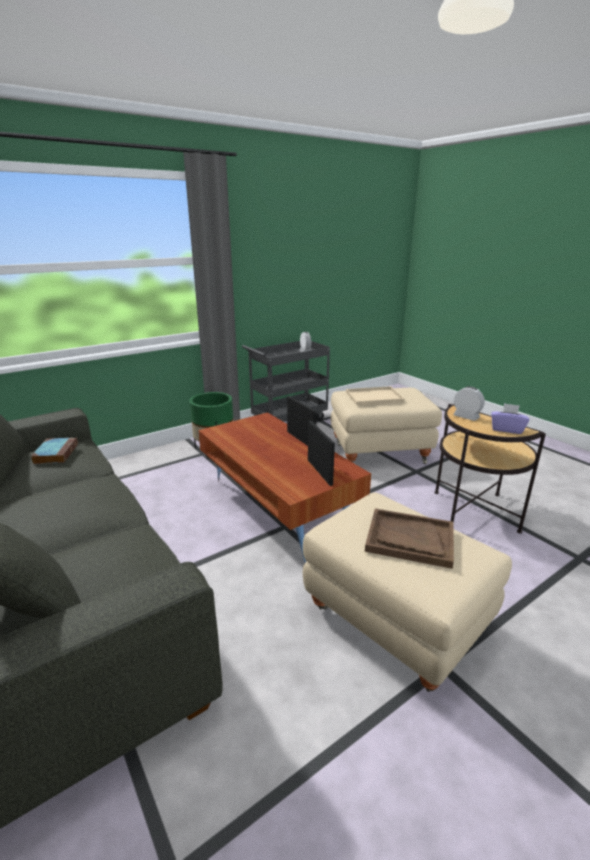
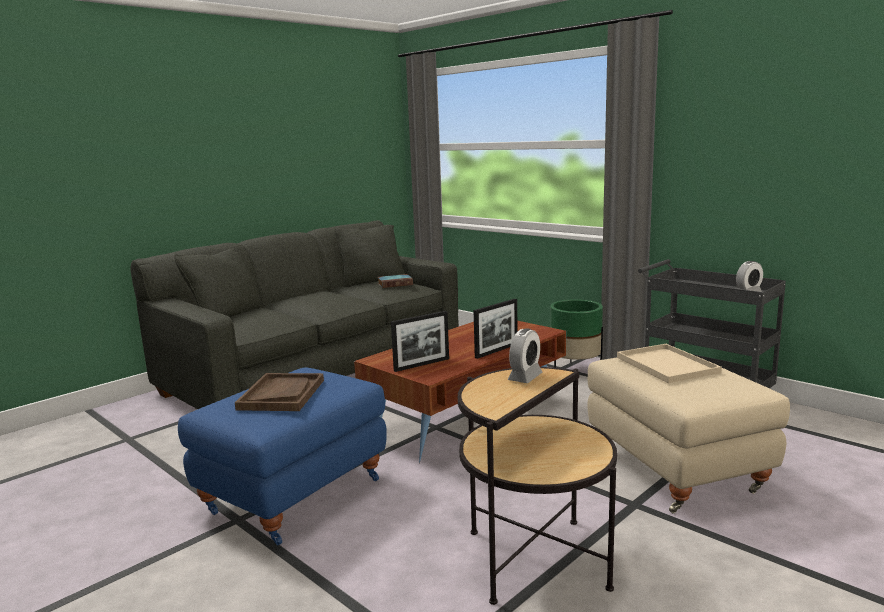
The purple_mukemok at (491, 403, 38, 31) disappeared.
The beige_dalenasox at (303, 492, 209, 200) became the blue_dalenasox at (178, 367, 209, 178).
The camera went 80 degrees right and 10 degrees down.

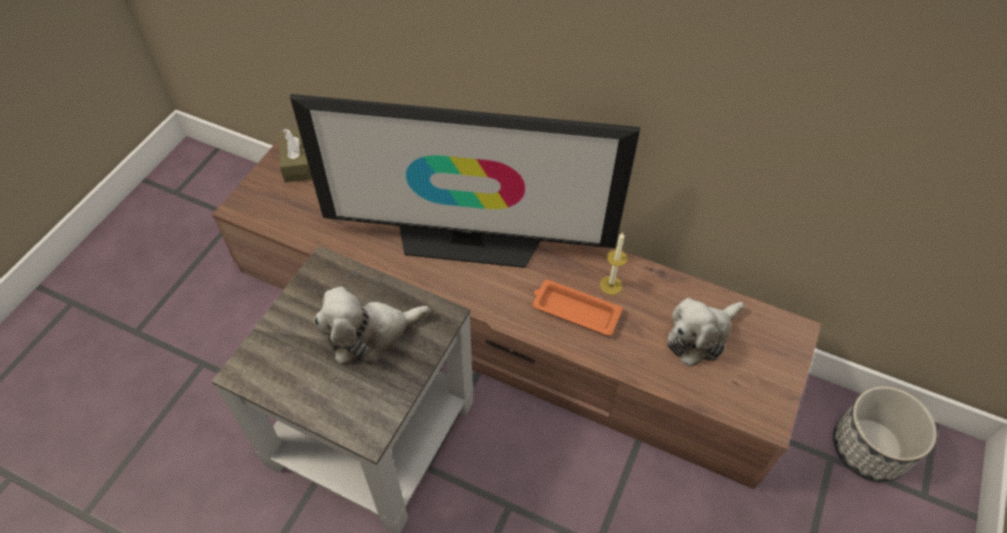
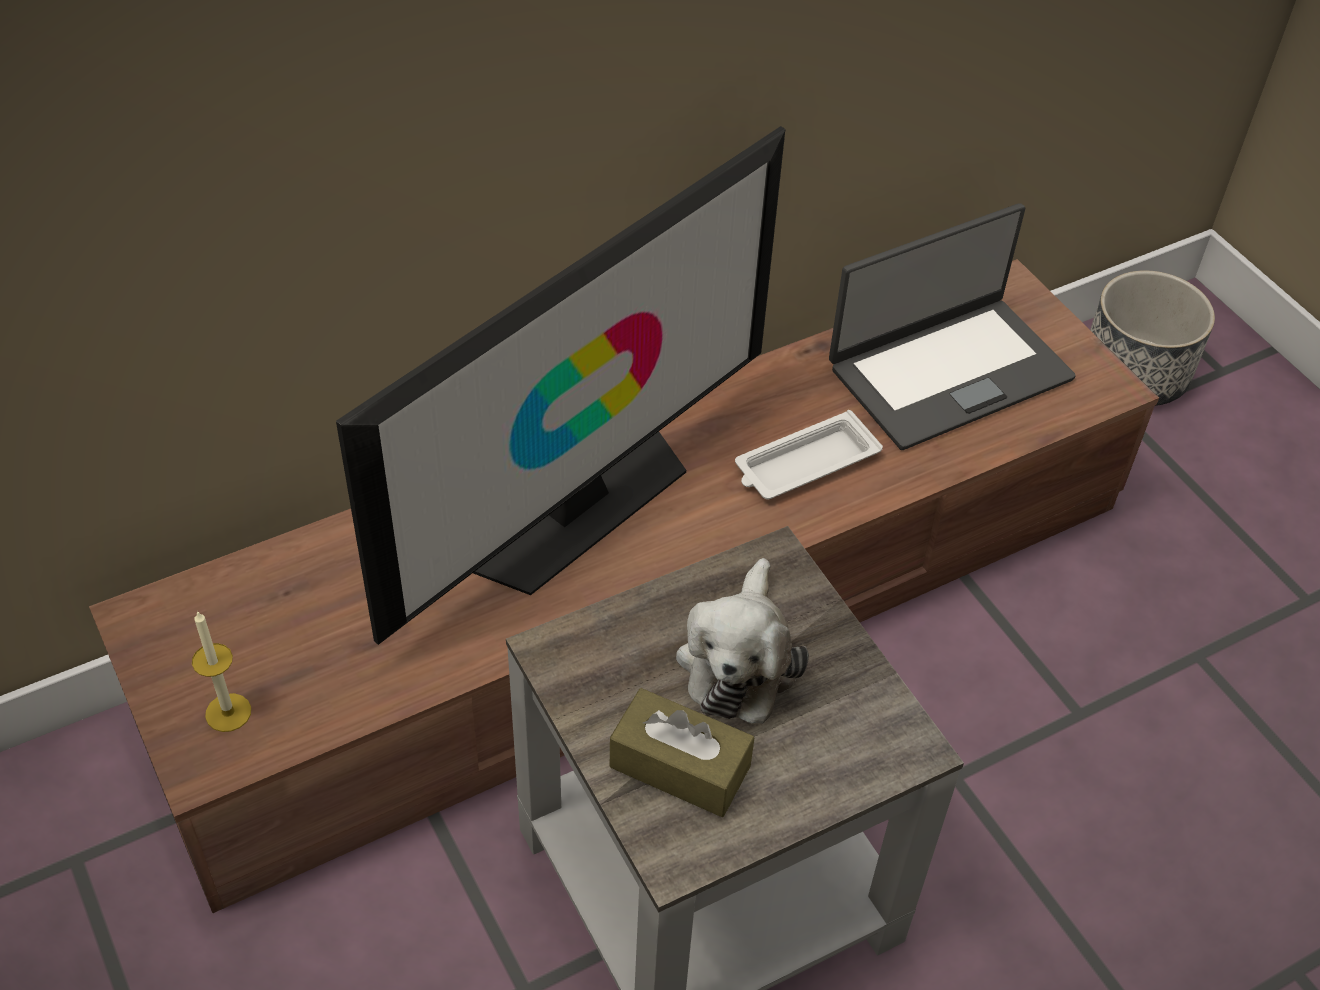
The brown_mukemok moved from (279, 129, 33, 54) to (610, 688, 144, 129).
The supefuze moved from (600, 232, 27, 63) to (192, 611, 59, 121).
The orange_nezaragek at (532, 280, 90, 56) became the white_nezaragek at (735, 410, 148, 90).
The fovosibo at (667, 298, 77, 69) was replaced by the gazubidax at (829, 203, 246, 247).
The camera went 55 degrees left and 5 degrees down.

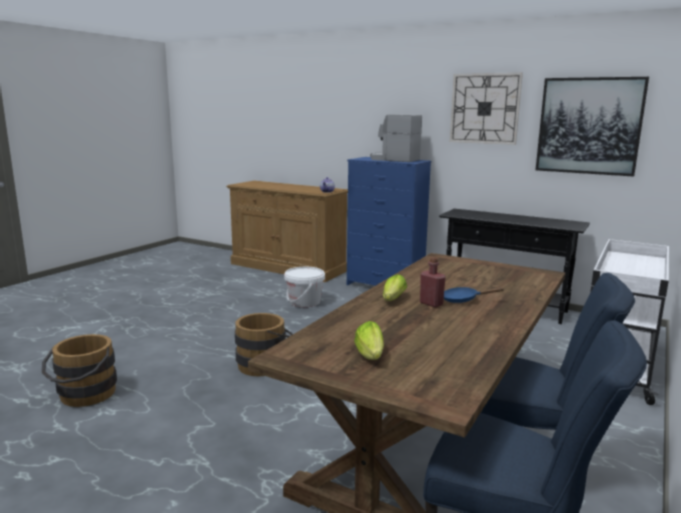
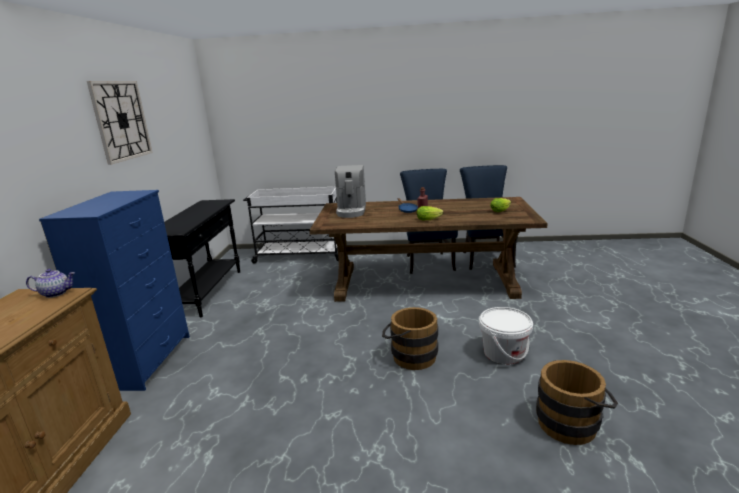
The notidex at (536, 77, 113, 100) disappeared.
The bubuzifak moved from (370, 114, 52, 48) to (335, 165, 31, 53).
The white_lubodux moved from (284, 267, 41, 40) to (479, 307, 54, 57).
The camera went 115 degrees left and 5 degrees up.

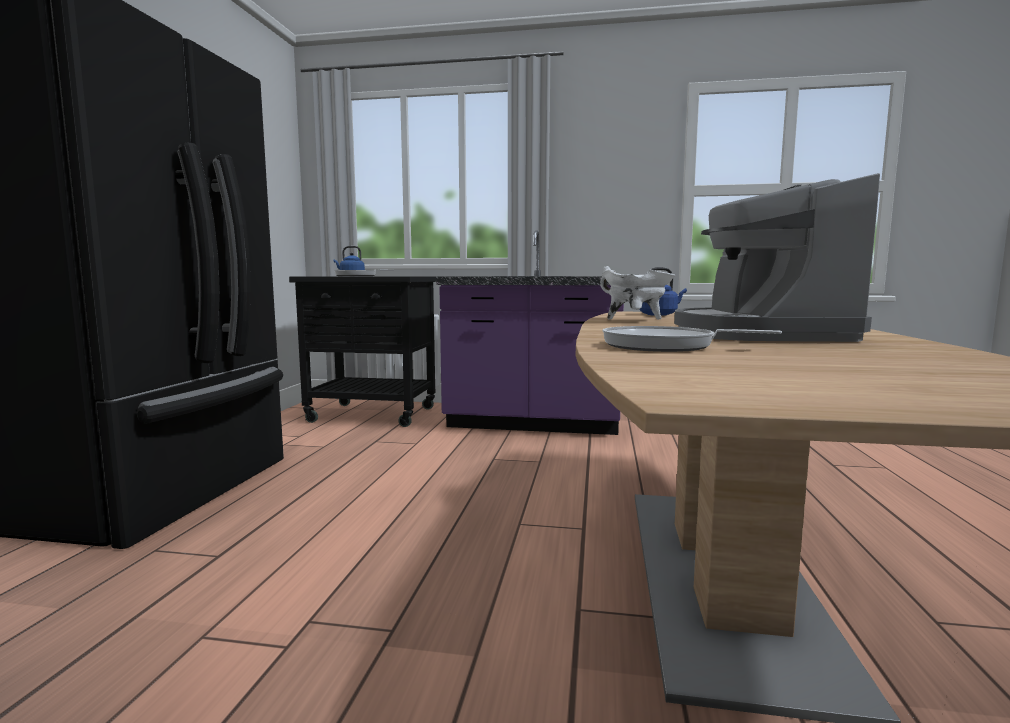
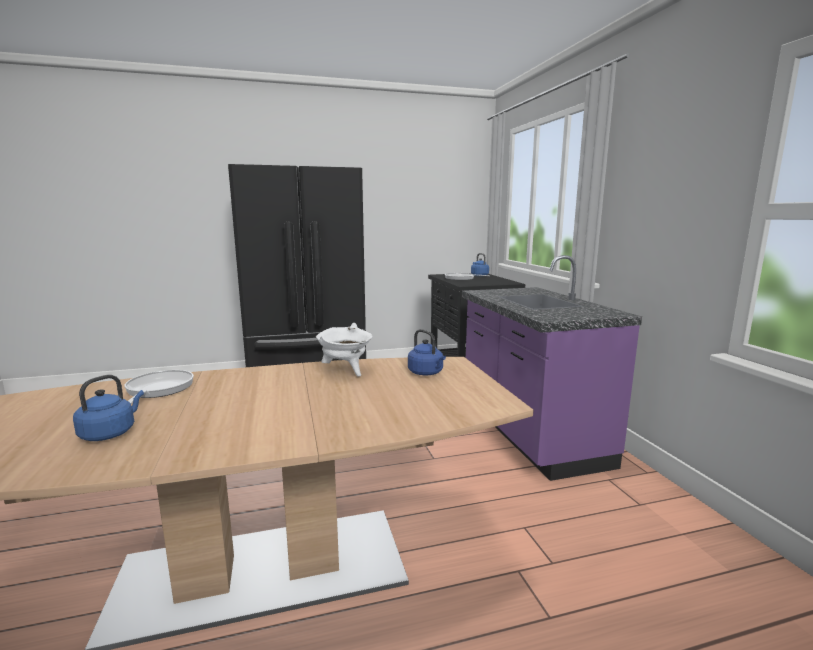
The bubuzifak at (674, 173, 206, 169) disappeared.
The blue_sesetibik at (73, 375, 71, 66) appeared.
The camera went 65 degrees right and 5 degrees up.

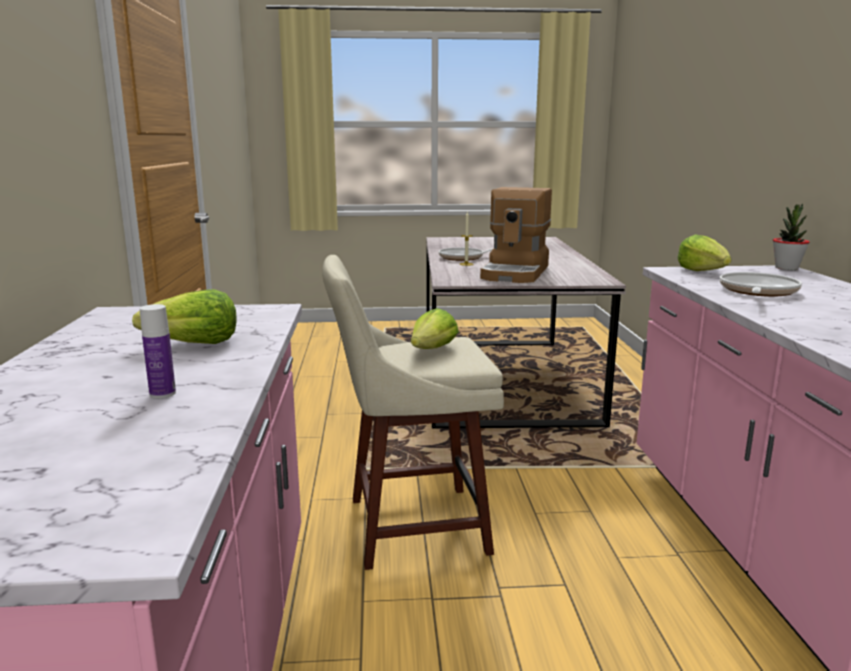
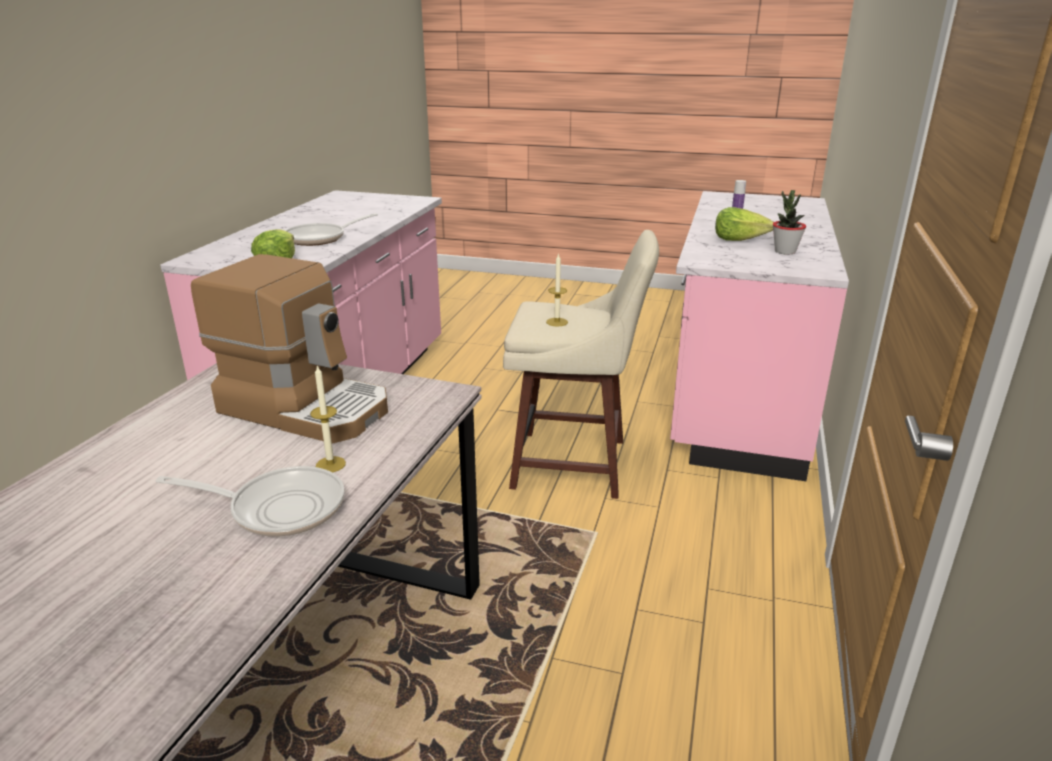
The bubuzifak at (480, 187, 72, 96) turned 75 degrees clockwise.
The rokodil moved from (773, 203, 37, 67) to (773, 190, 33, 65).
The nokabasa at (411, 308, 48, 41) was replaced by the supefuze at (546, 253, 22, 73).
The camera went 160 degrees left and 10 degrees up.

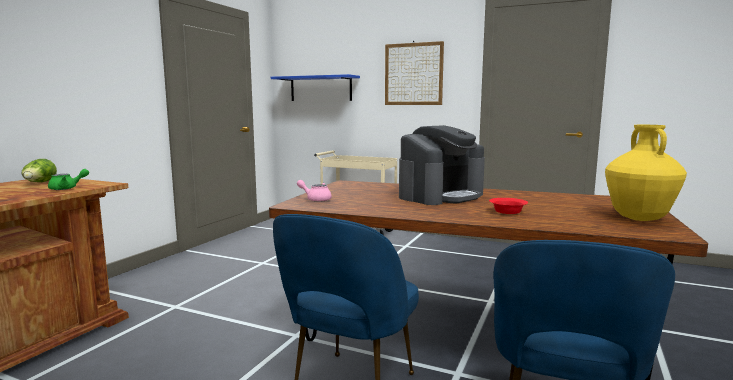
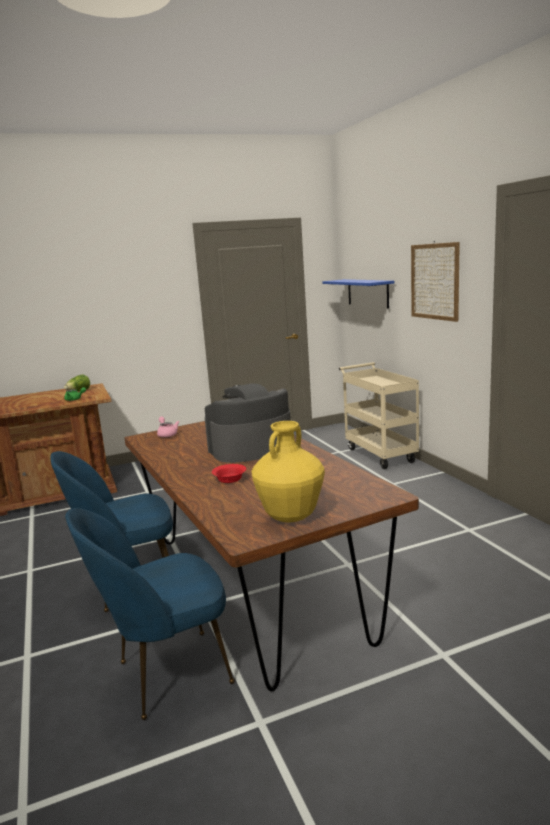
The bubuzifak at (399, 125, 86, 80) turned 150 degrees clockwise.
The camera went 45 degrees right and 5 degrees up.

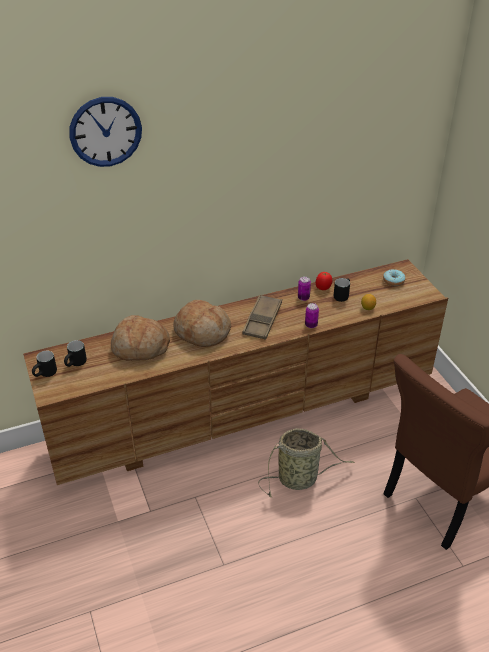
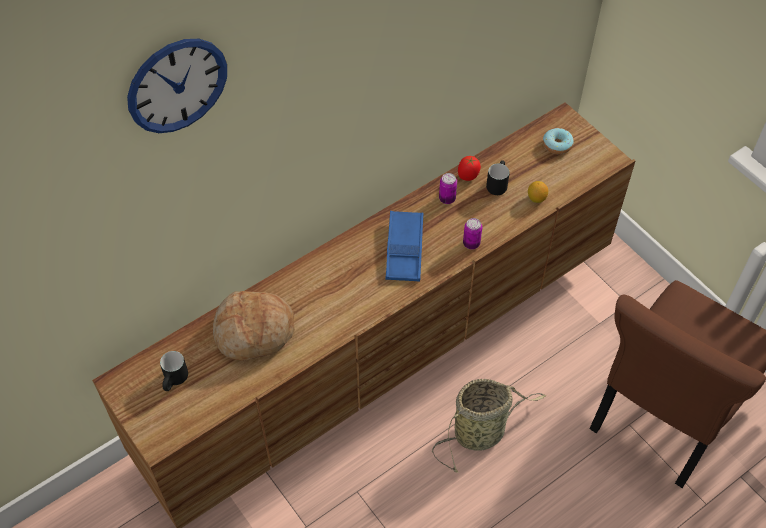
The brown_nezaragek at (242, 295, 40, 45) became the blue_nezaragek at (385, 211, 39, 71).
The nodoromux at (173, 300, 58, 47) disappeared.
The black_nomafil at (32, 351, 25, 26) disappeared.
The camera went 15 degrees left and 15 degrees up.

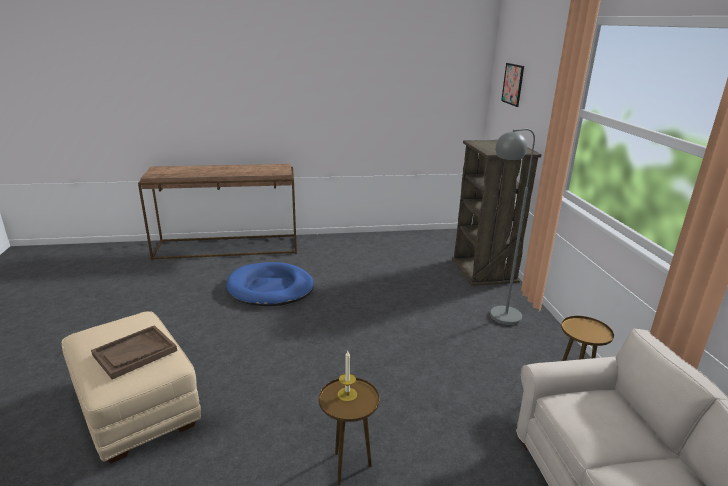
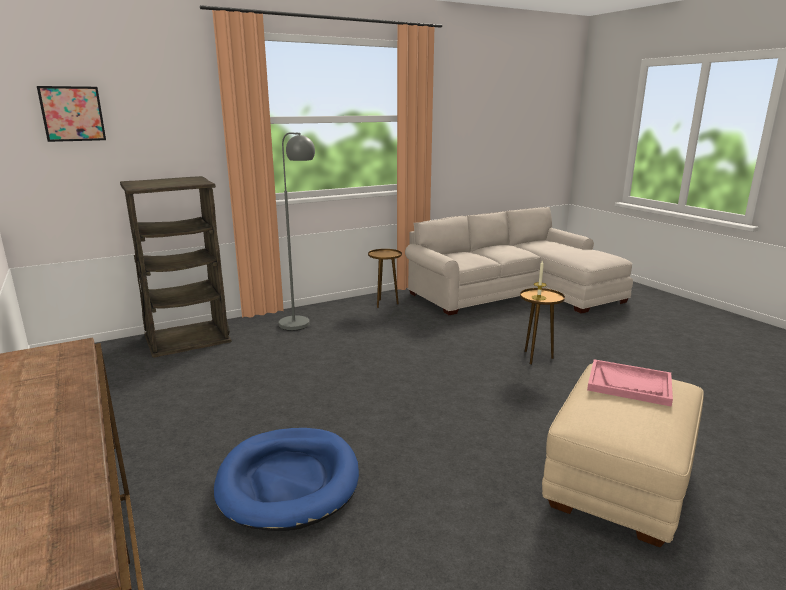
The brown_nezaragek at (91, 325, 86, 54) became the pink_nezaragek at (587, 359, 86, 48).
The camera went 110 degrees left and 5 degrees down.

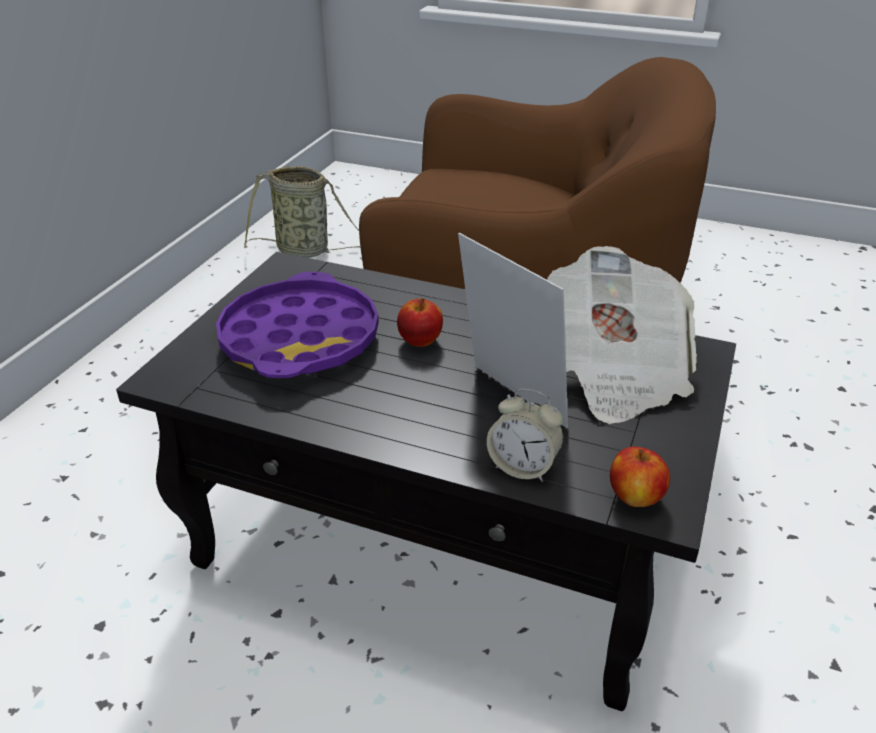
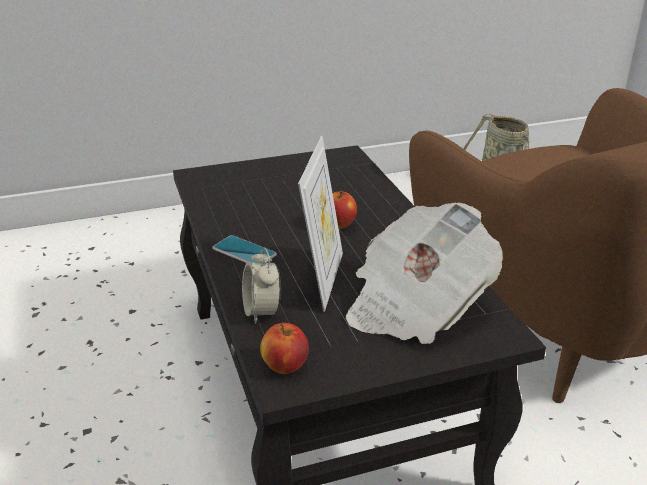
The purple_nezaragek at (216, 272, 163, 106) disappeared.
The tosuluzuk at (212, 235, 65, 28) appeared.
The camera went 50 degrees right and 5 degrees down.

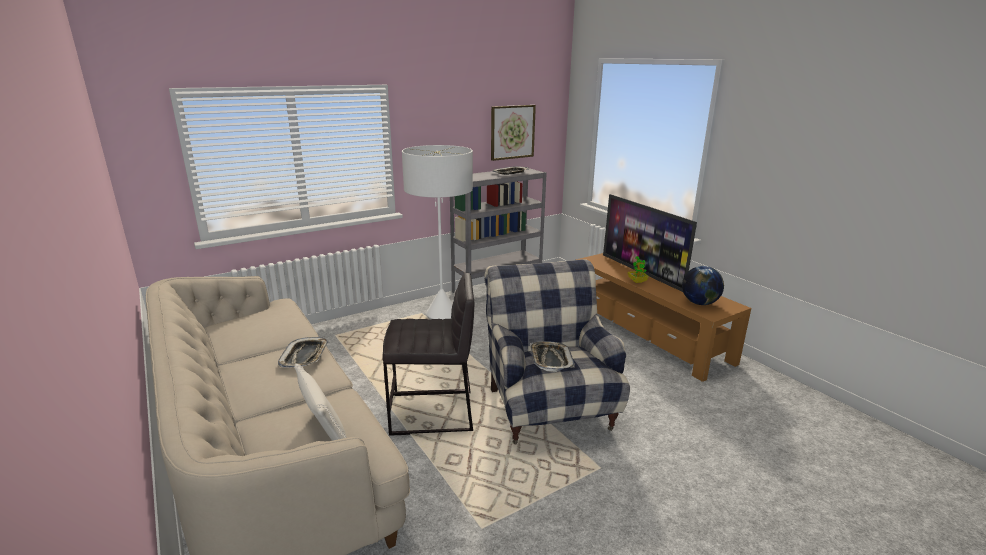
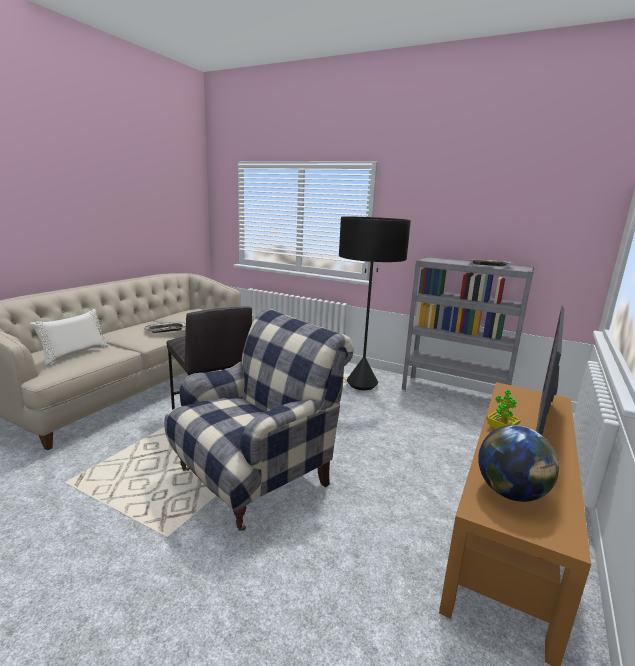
The notidex at (491, 105, 45, 56) disappeared.
The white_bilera at (402, 145, 71, 174) became the black_bilera at (339, 216, 72, 174).
The nezaragek at (530, 341, 45, 31) disappeared.
The camera went 60 degrees right and 5 degrees down.

